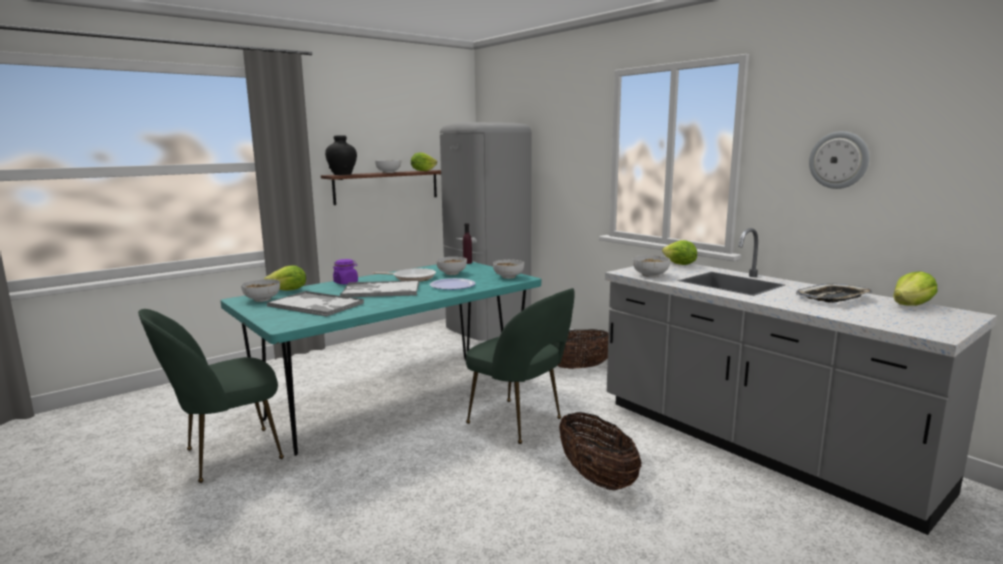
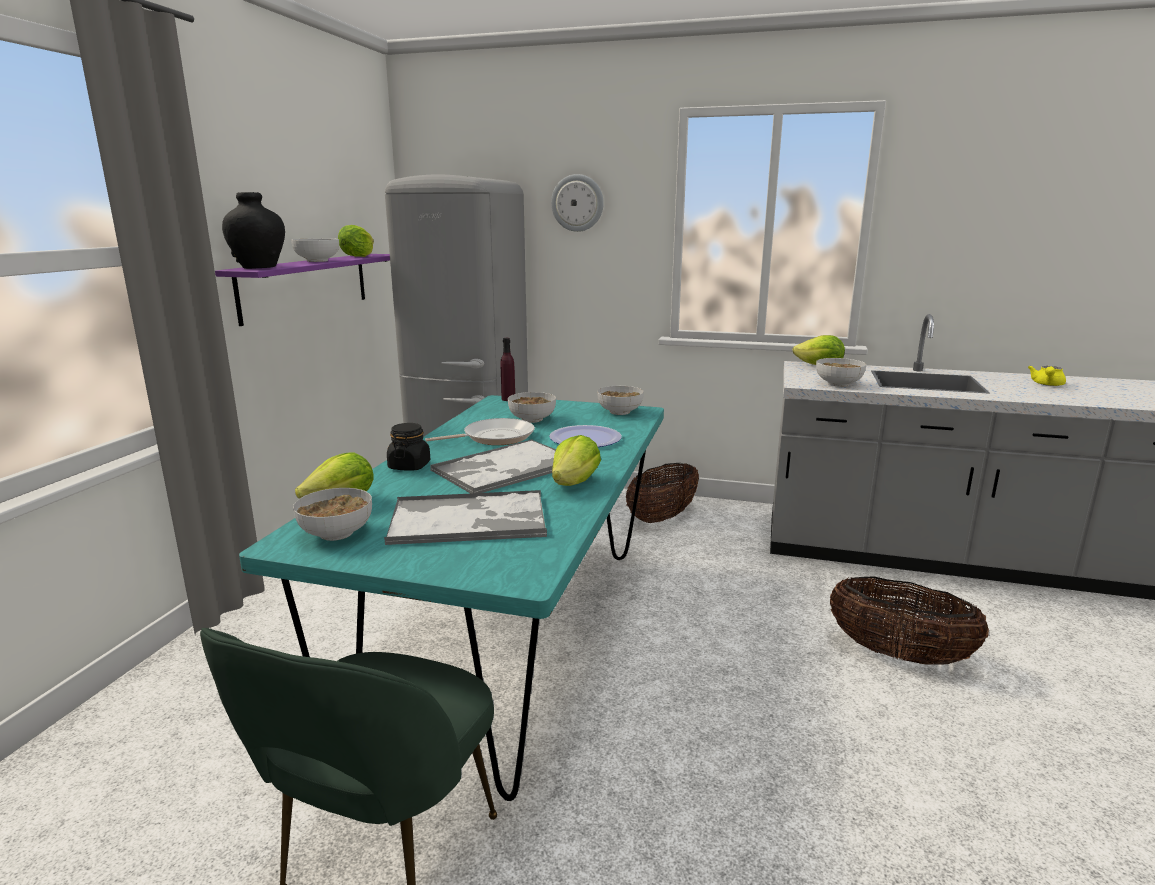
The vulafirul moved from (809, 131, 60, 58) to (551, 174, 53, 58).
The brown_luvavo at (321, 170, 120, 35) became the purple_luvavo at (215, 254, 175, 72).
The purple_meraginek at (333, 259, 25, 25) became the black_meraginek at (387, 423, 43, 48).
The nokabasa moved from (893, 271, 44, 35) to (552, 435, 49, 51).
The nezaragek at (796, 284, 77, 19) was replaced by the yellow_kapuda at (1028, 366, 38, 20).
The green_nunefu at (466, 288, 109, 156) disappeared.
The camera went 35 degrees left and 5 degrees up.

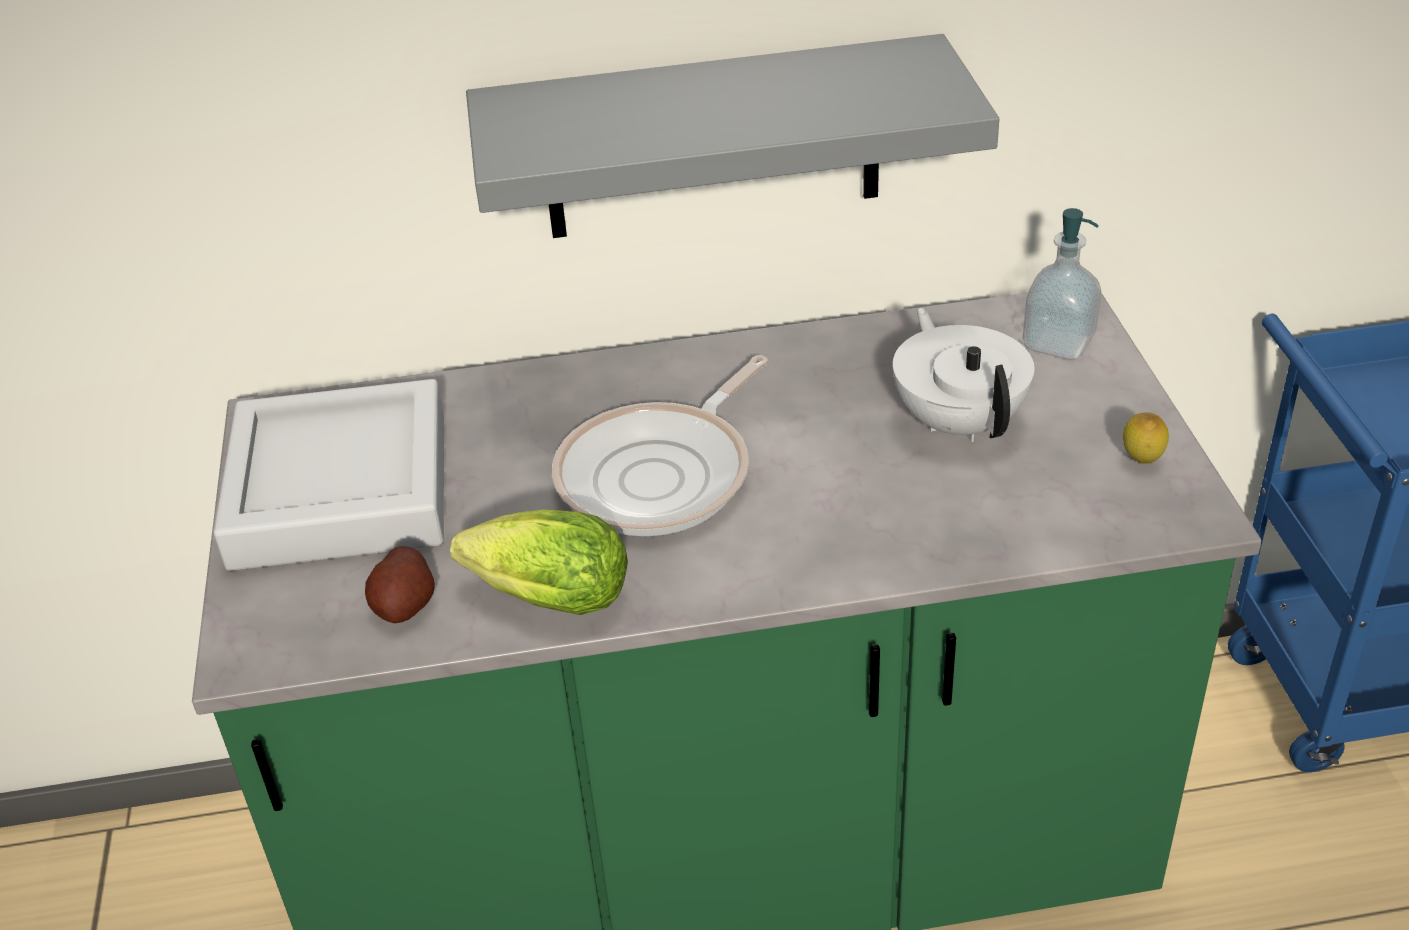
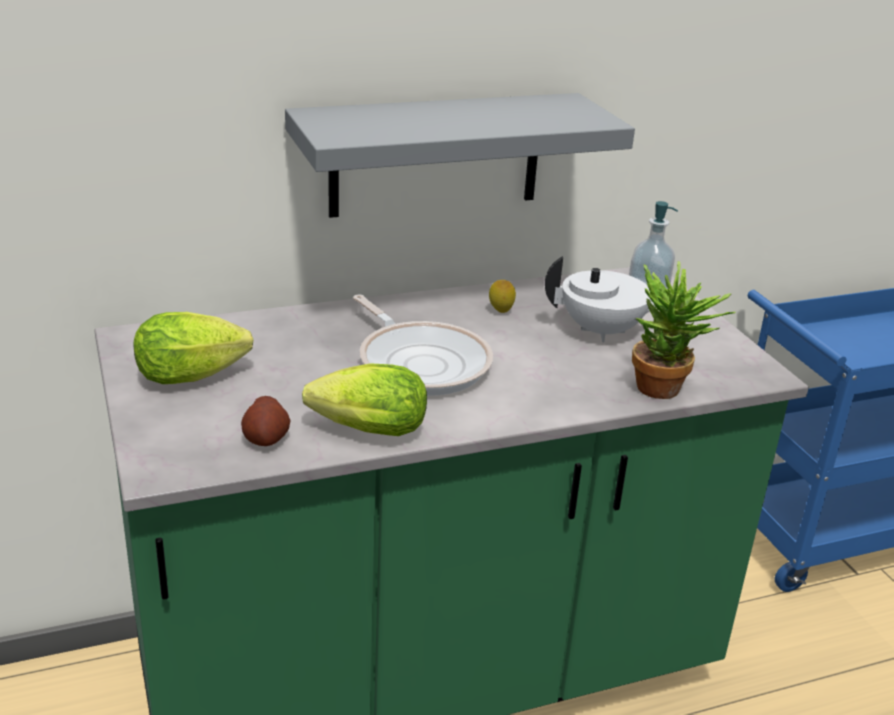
The white_kapuda at (893, 307, 141, 135) turned 120 degrees clockwise.
The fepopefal at (552, 355, 216, 181) turned 60 degrees counterclockwise.
The grey_nezaragek at (214, 379, 230, 192) was replaced by the nokabasa at (133, 312, 120, 72).
The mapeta moved from (1123, 412, 46, 51) to (489, 280, 27, 33).
The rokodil at (632, 261, 103, 138) appeared.
The camera went 15 degrees left and 10 degrees down.

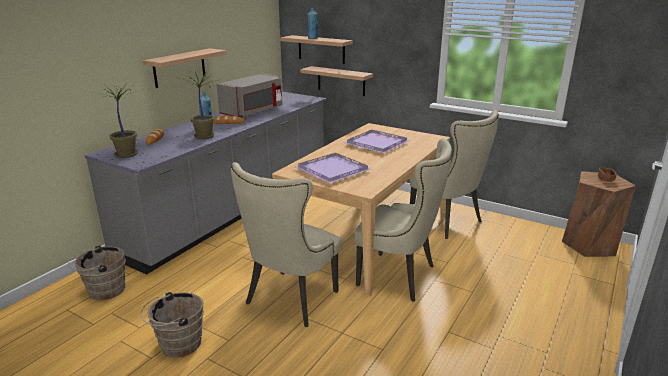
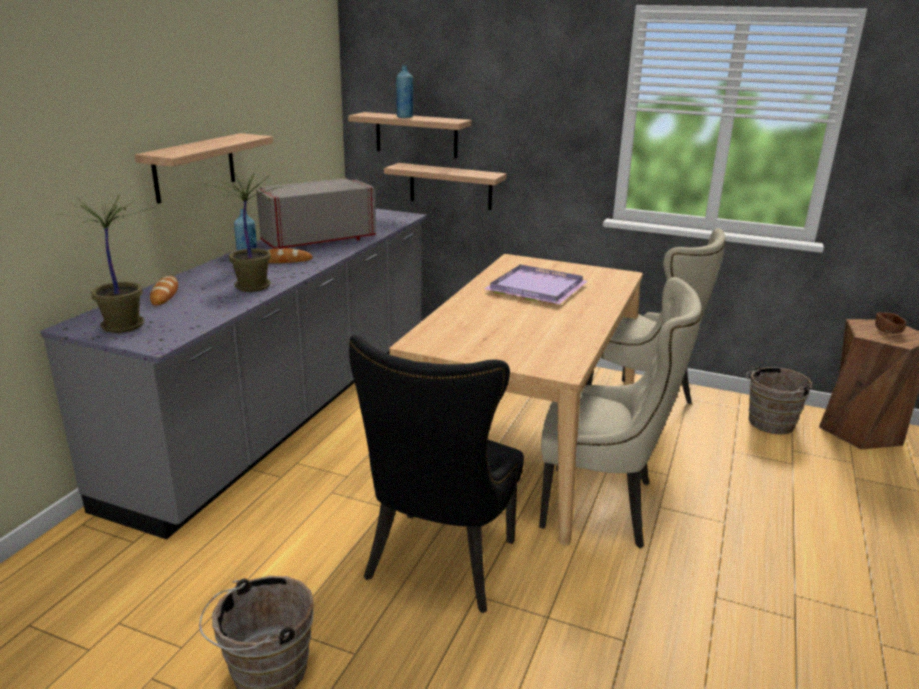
The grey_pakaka at (217, 73, 65, 44) turned 150 degrees counterclockwise.
The purple_nezaragek at (295, 153, 77, 31) disappeared.
The beige_nunefu at (231, 162, 110, 165) became the black_nunefu at (349, 335, 175, 278).
The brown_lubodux moved from (68, 246, 58, 54) to (746, 366, 66, 69).
The camera went 10 degrees left and 0 degrees up.

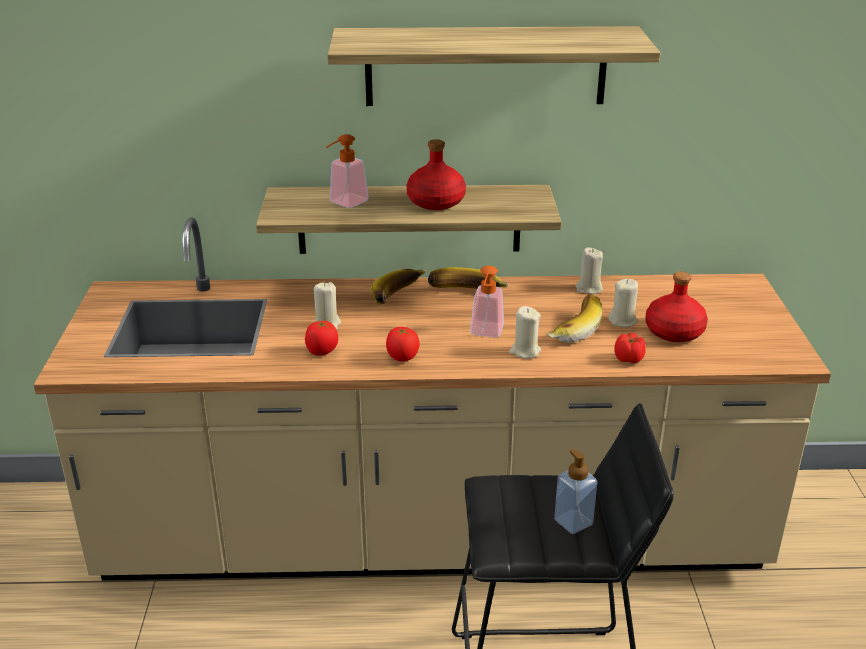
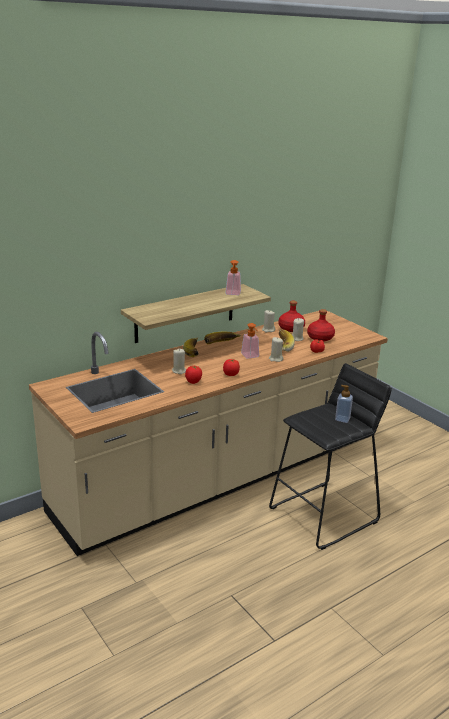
The luvavo at (327, 26, 333, 80) disappeared.
The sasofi moved from (325, 134, 44, 74) to (226, 260, 15, 35).
The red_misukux moved from (407, 139, 59, 71) to (279, 301, 26, 31).
The camera went 35 degrees left and 5 degrees down.

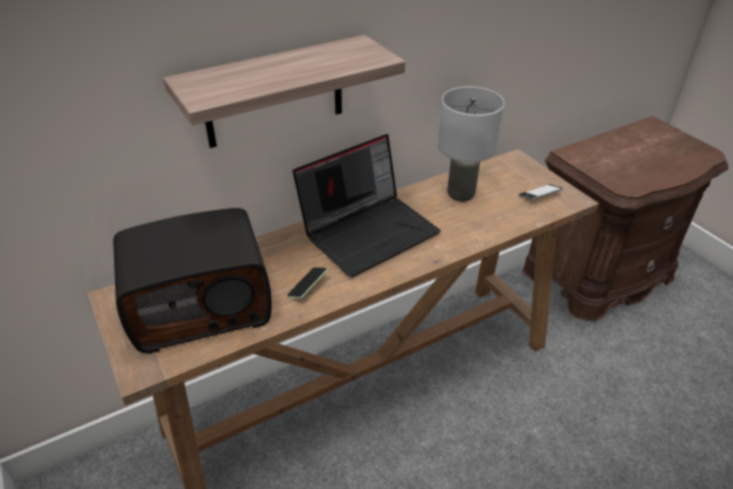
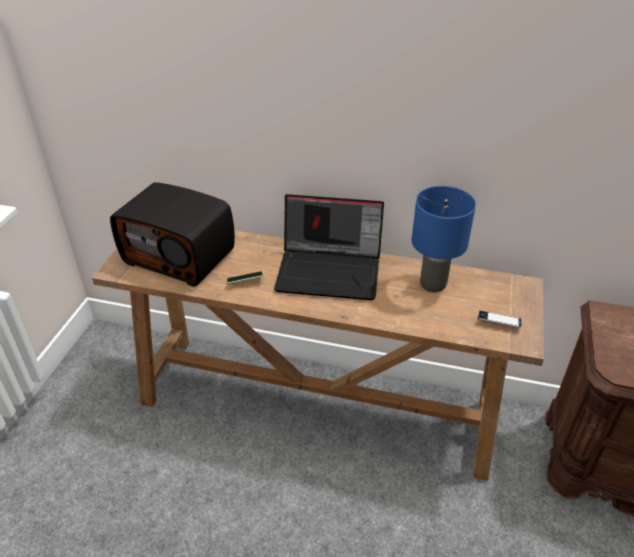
The luvavo at (163, 35, 242, 113) disappeared.
The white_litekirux at (438, 87, 66, 115) became the blue_litekirux at (412, 186, 64, 106).
The camera went 45 degrees right and 0 degrees up.

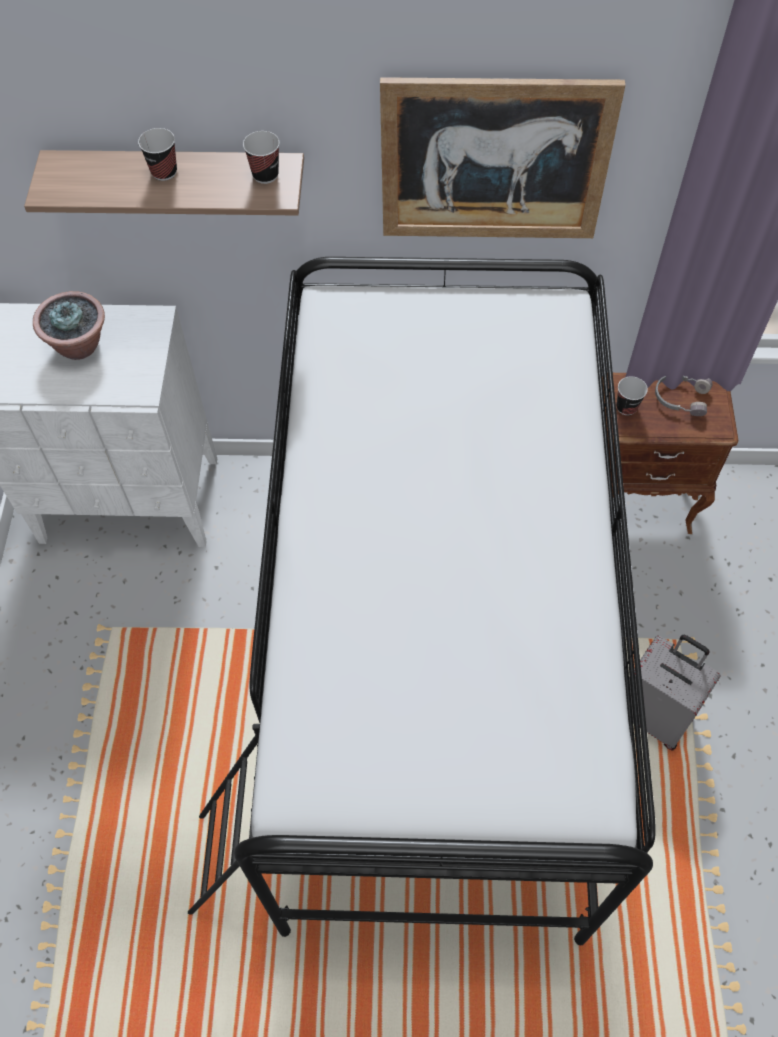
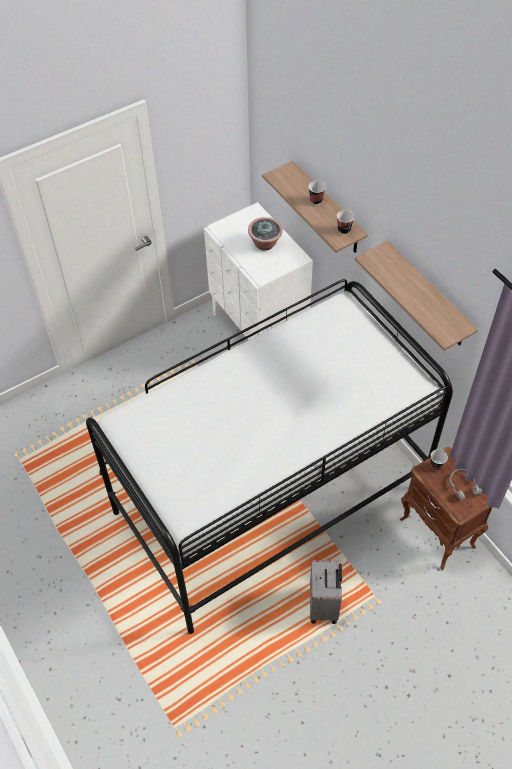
The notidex at (380, 77, 245, 161) was replaced by the luvavo at (355, 241, 123, 110).
The camera went 55 degrees right and 5 degrees down.

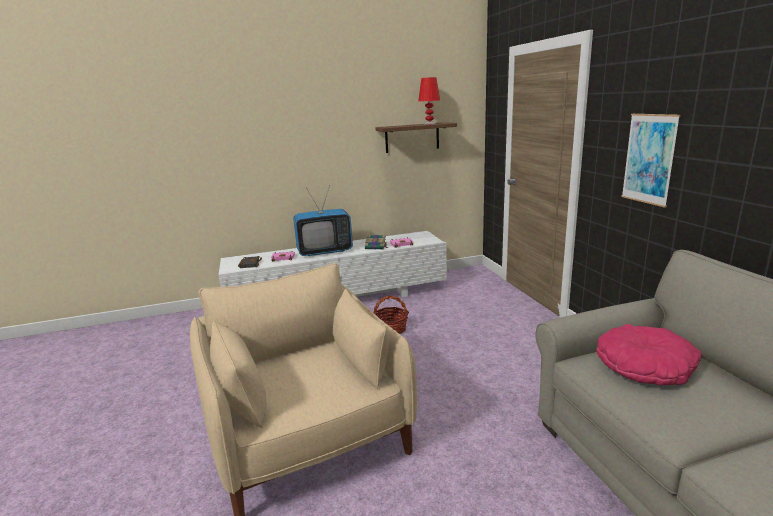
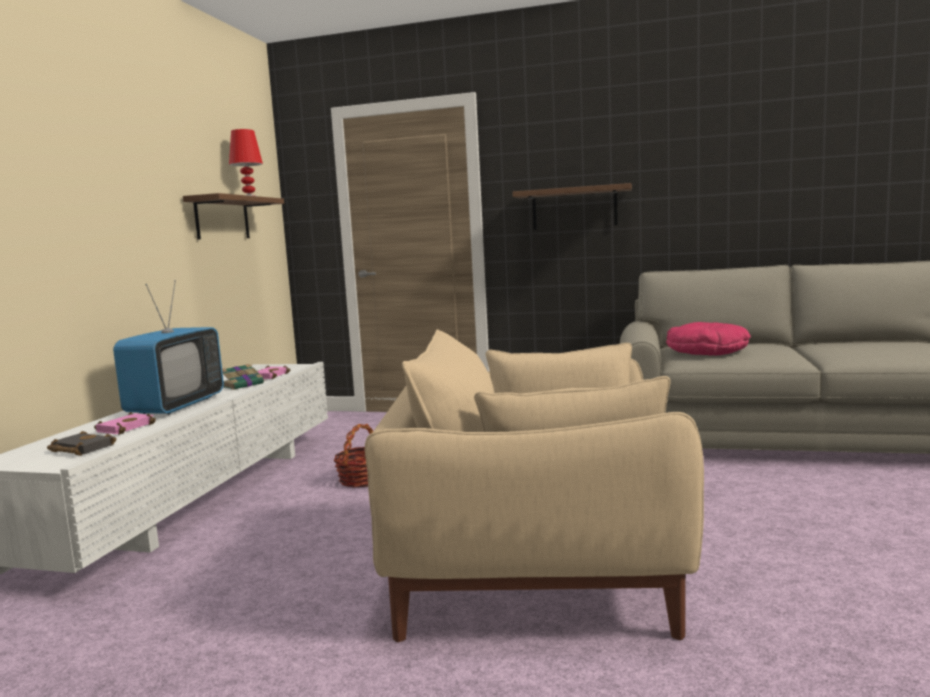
The notidex at (621, 114, 59, 94) was replaced by the brown_luvavo at (512, 183, 120, 47).
The camera went 60 degrees left and 10 degrees down.

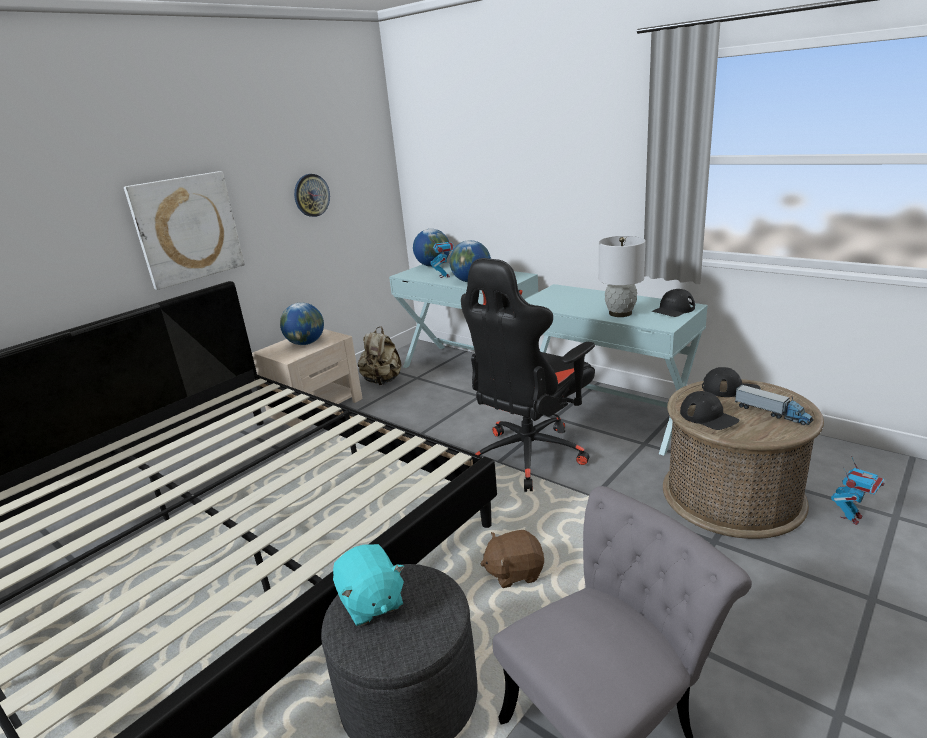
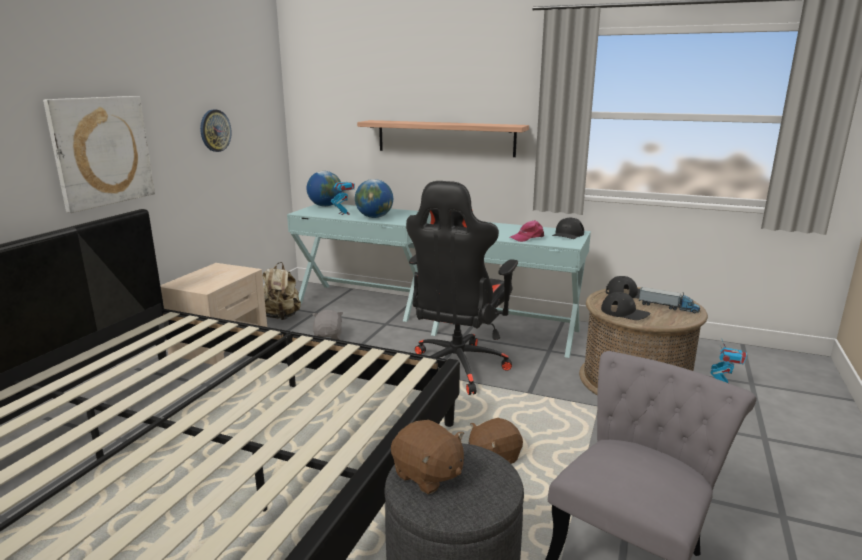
The white_litekirux at (599, 236, 47, 81) was replaced by the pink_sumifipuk at (510, 220, 34, 22).
The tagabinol at (280, 302, 44, 43) disappeared.
The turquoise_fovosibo at (333, 544, 71, 82) became the brown_fovosibo at (391, 420, 73, 74).
The luvavo at (357, 120, 172, 37) appeared.
The grey_fovosibo at (313, 310, 30, 30) appeared.
The camera went 20 degrees left and 5 degrees down.

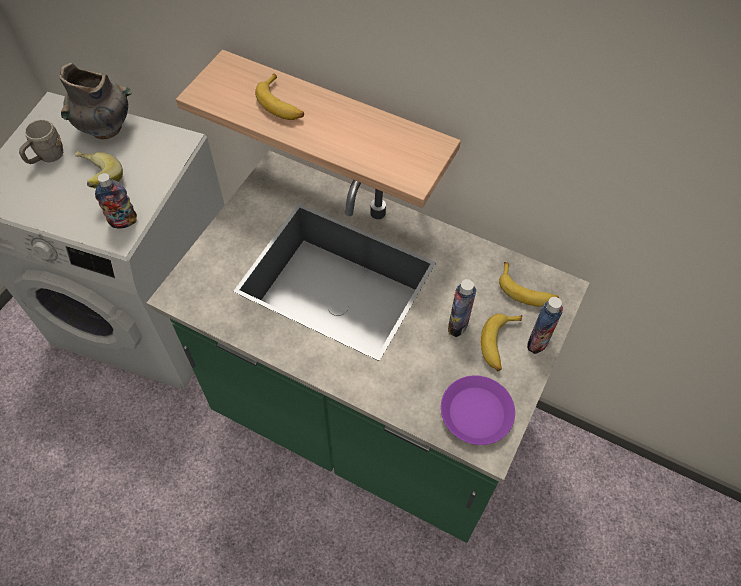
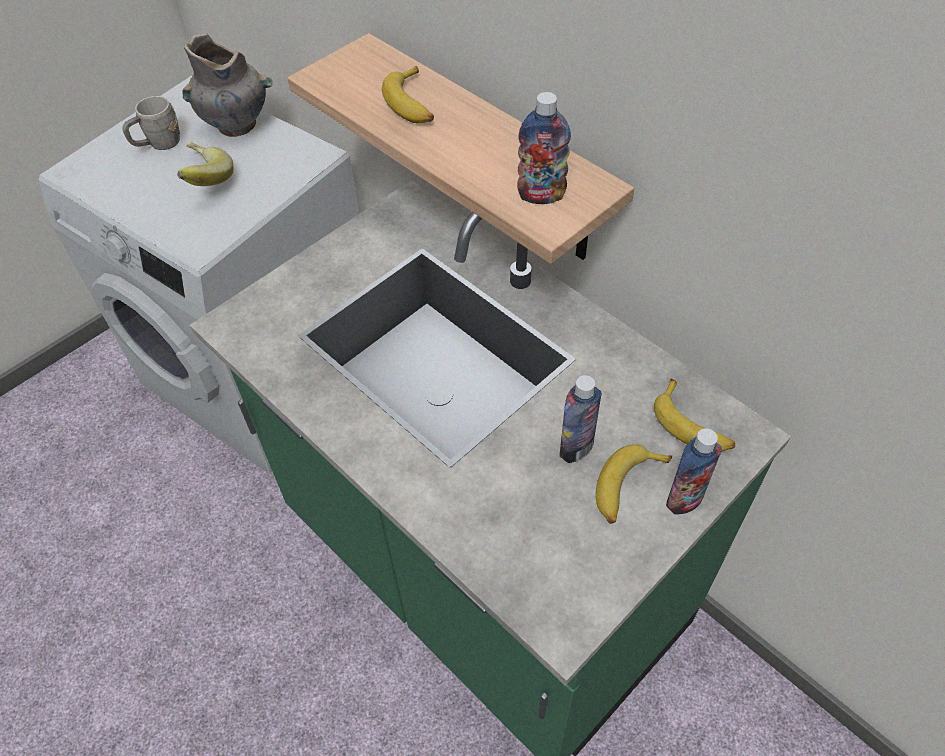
The misukux moved from (95, 173, 42, 55) to (517, 92, 54, 112).
The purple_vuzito at (441, 375, 74, 70) disappeared.
The camera went 20 degrees right and 5 degrees down.

